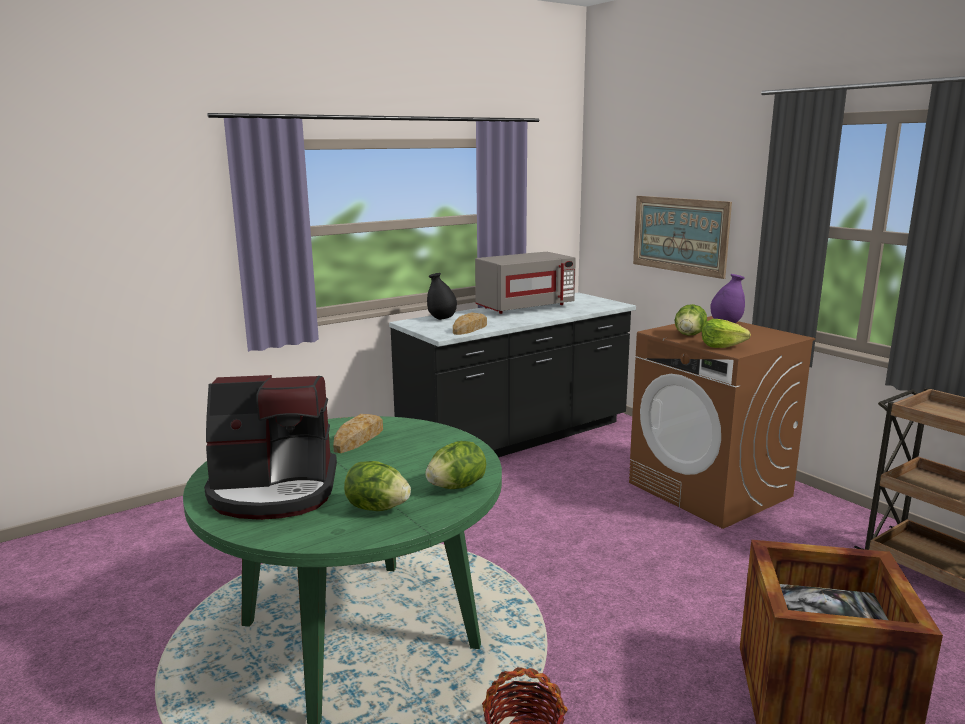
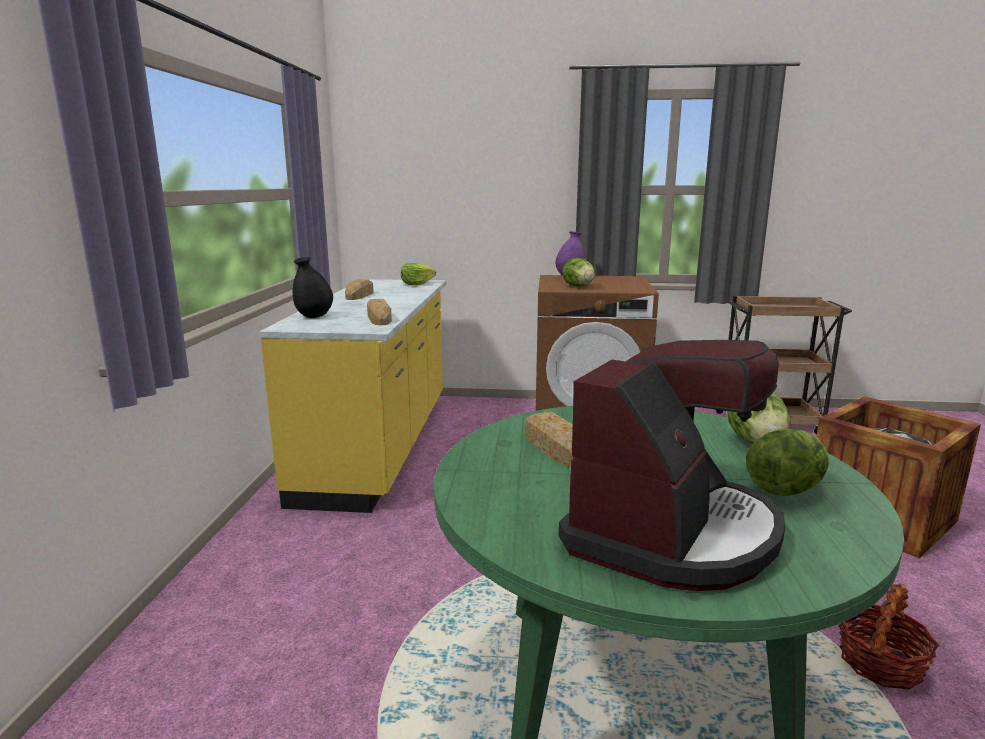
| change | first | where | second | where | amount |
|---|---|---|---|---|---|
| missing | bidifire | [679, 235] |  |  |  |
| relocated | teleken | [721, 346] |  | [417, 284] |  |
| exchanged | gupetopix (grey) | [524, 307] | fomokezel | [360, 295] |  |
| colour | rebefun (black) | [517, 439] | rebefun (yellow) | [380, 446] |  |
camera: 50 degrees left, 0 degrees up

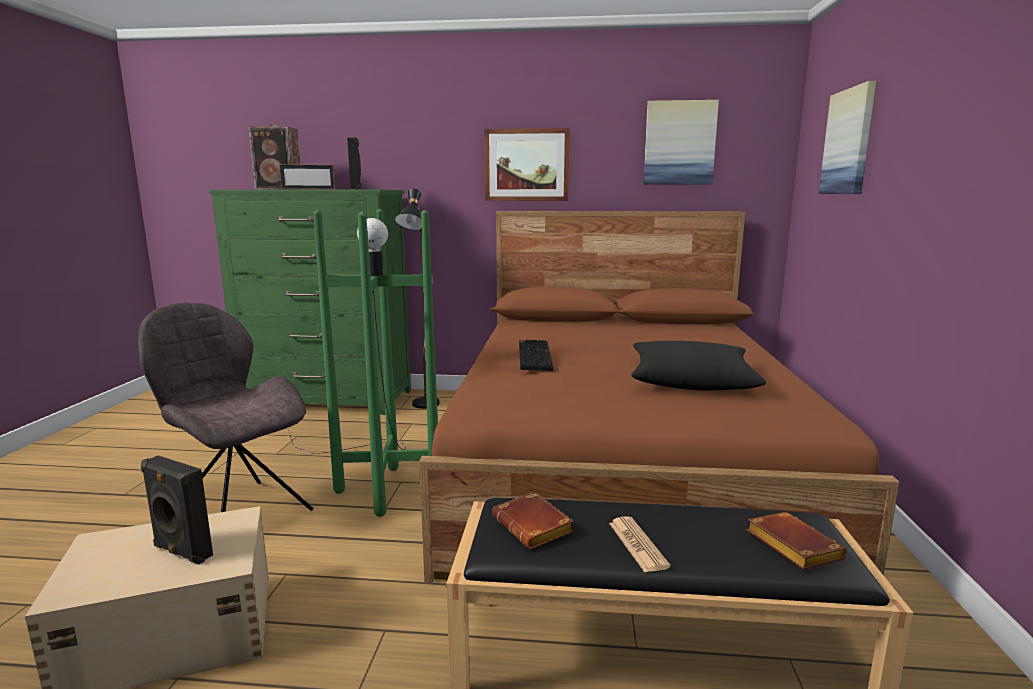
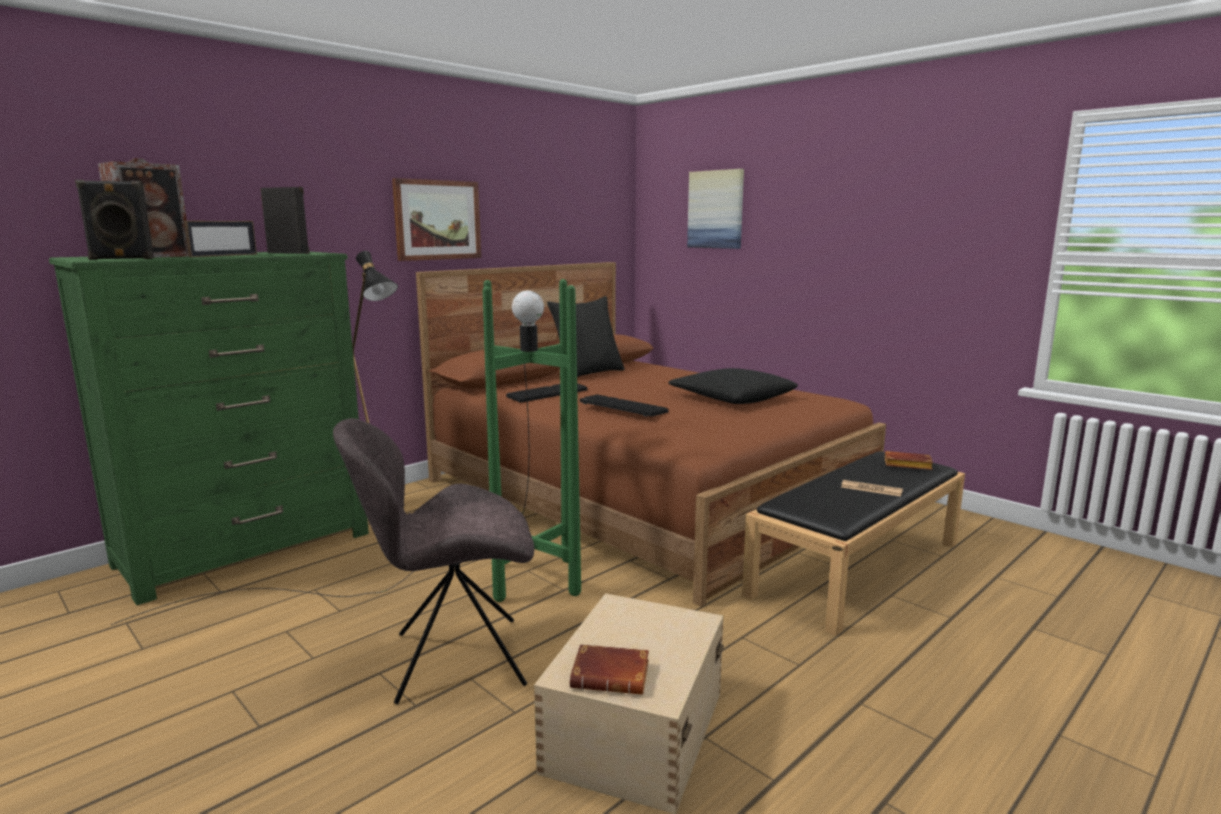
| change | first | where | second | where | amount |
|---|---|---|---|---|---|
| missing | bidifire | [679, 143] |  |  |  |
| appeared |  |  | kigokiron | [547, 393] |  |
| appeared |  |  | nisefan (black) | [588, 374] |  |
| relocated | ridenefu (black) | [181, 552] |  | [121, 259] |  |
| relocated | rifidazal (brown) | [535, 527] |  | [612, 675] |  |
camera: 50 degrees left, 0 degrees up

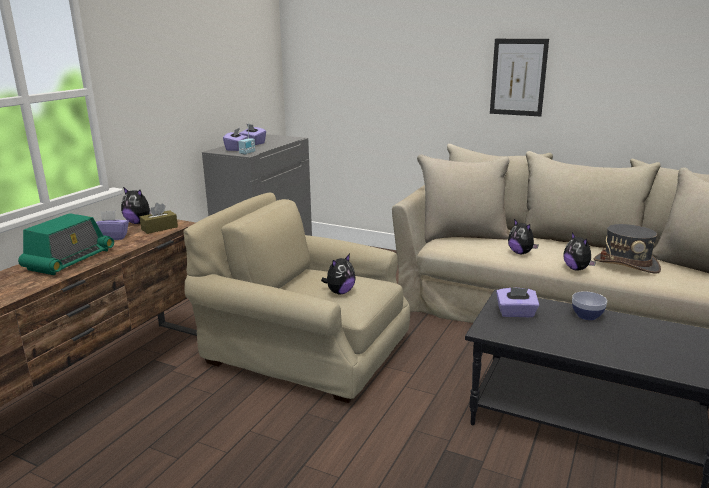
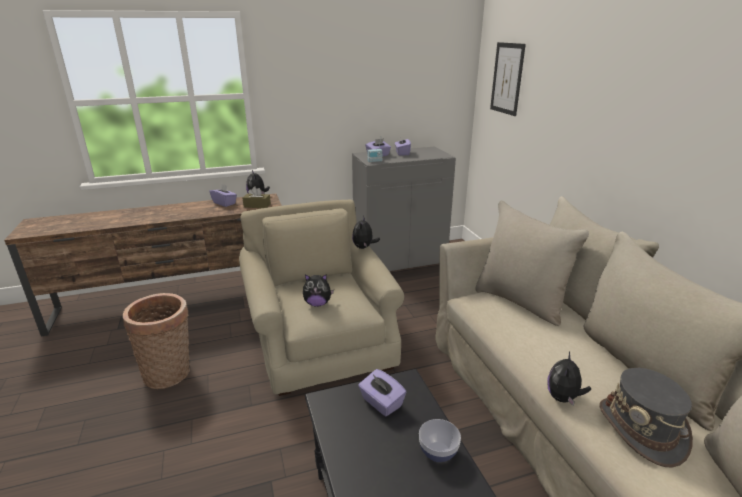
| change | first | where | second | where | amount |
|---|---|---|---|---|---|
| missing | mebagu | [69, 260] |  |  |  |
| appeared |  |  | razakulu | [170, 373] |  |
| relocated | bidifire | [518, 77] |  | [507, 78] |  |
| relocated | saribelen | [520, 253] |  | [364, 247] |  |
camera: 45 degrees right, 5 degrees up

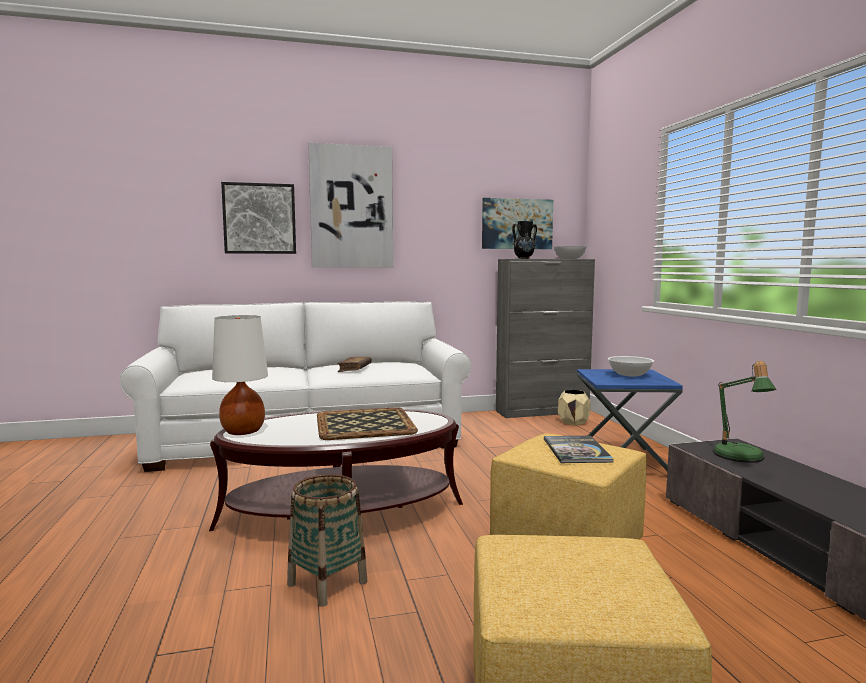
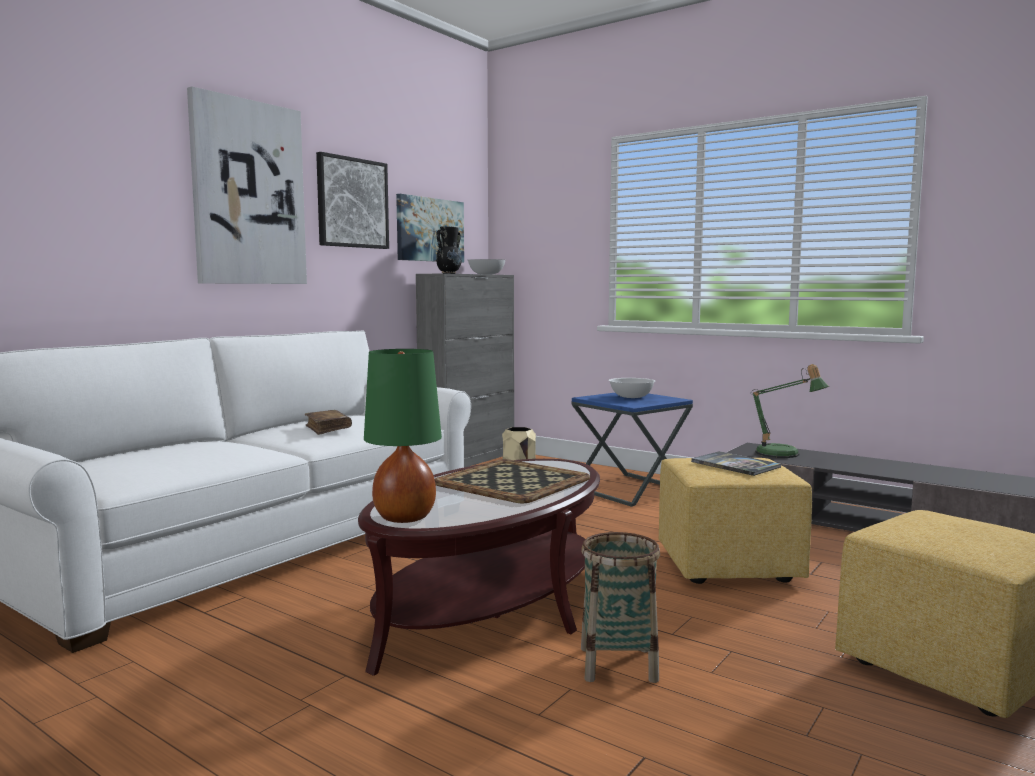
| change | first | where | second | where | amount |
|---|---|---|---|---|---|
| relocated | bidifire | [259, 218] |  | [352, 203] |  |
| colour | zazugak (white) | [243, 431] | zazugak (green) | [405, 517] |  |
camera: 40 degrees left, 0 degrees up

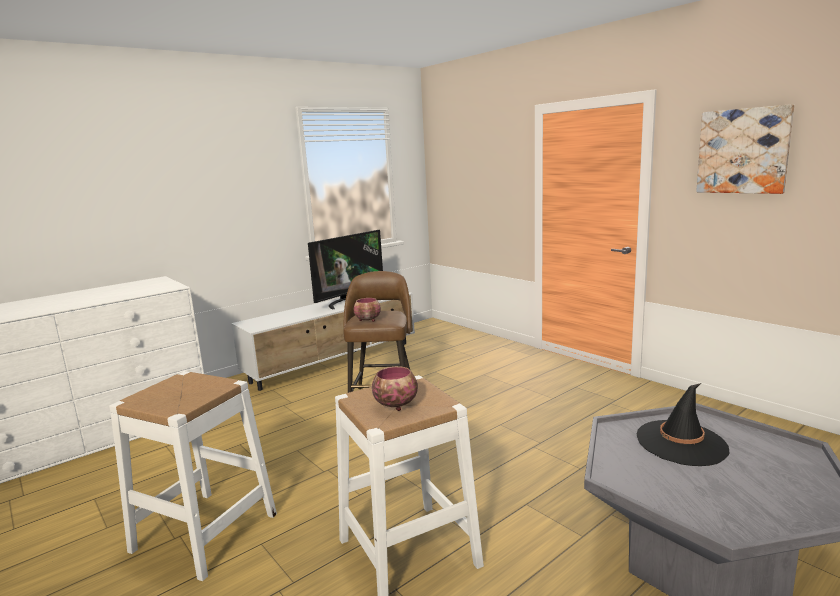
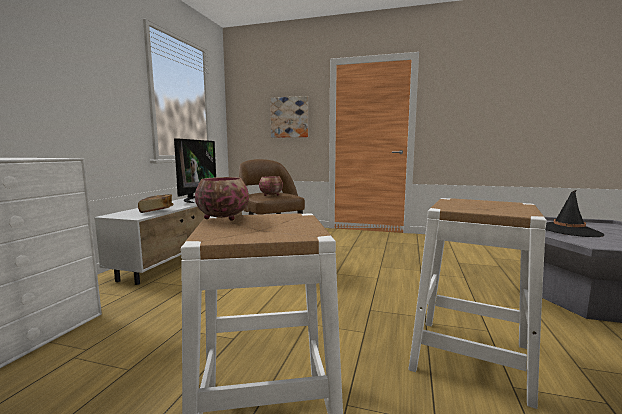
| change | first | where | second | where | amount |
|---|---|---|---|---|---|
| appeared |  |  | rifidazal | [157, 211] |  |
| relocated | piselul | [396, 405] |  | [223, 218] |  |
| relocated | bidifire | [743, 151] |  | [289, 117] |  |
camera: 35 degrees left, 5 degrees down

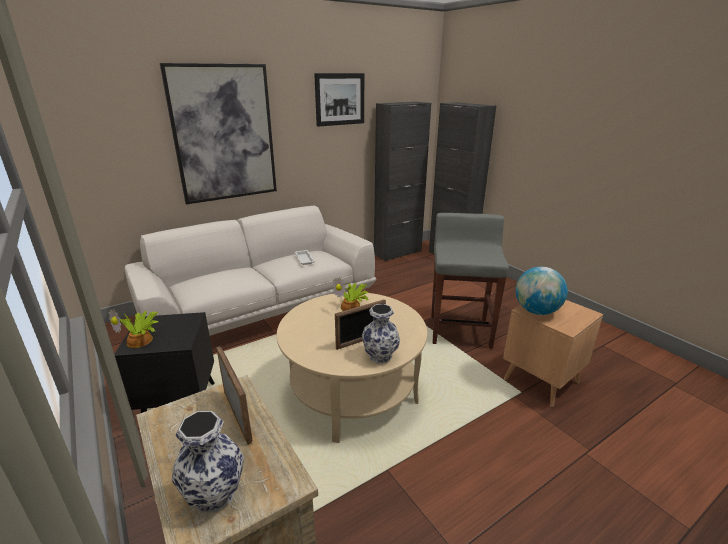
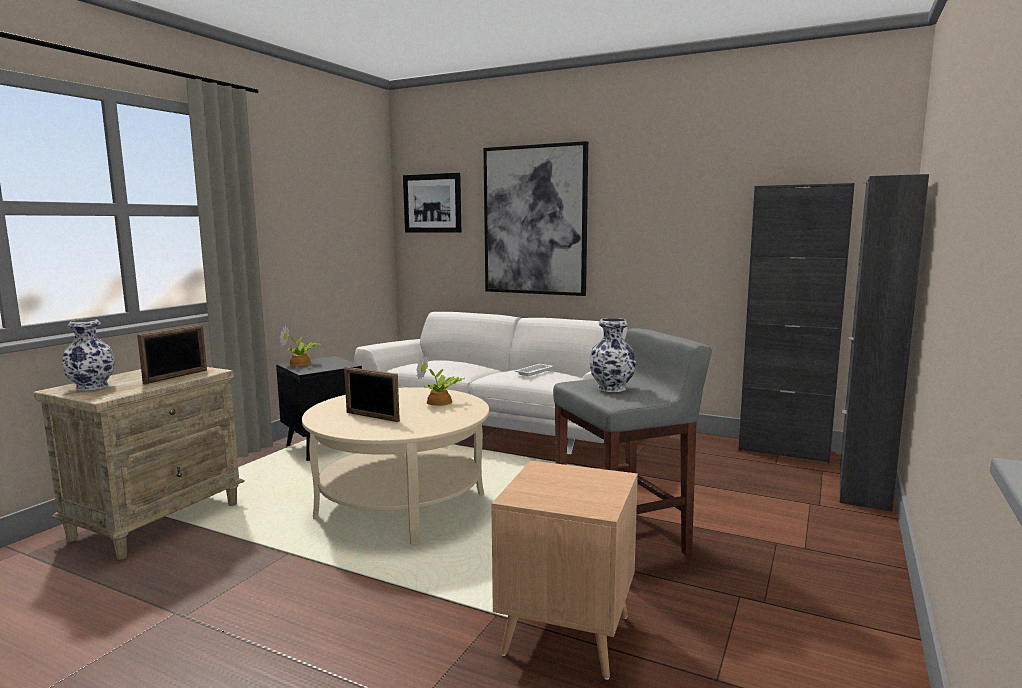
| change | first | where | second | where | amount |
|---|---|---|---|---|---|
| missing | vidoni | [536, 311] |  |  |  |
| relocated | bidifire | [340, 99] |  | [432, 203] |  |
| relocated | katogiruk | [381, 356] |  | [611, 388] |  |
camera: 60 degrees right, 15 degrees down

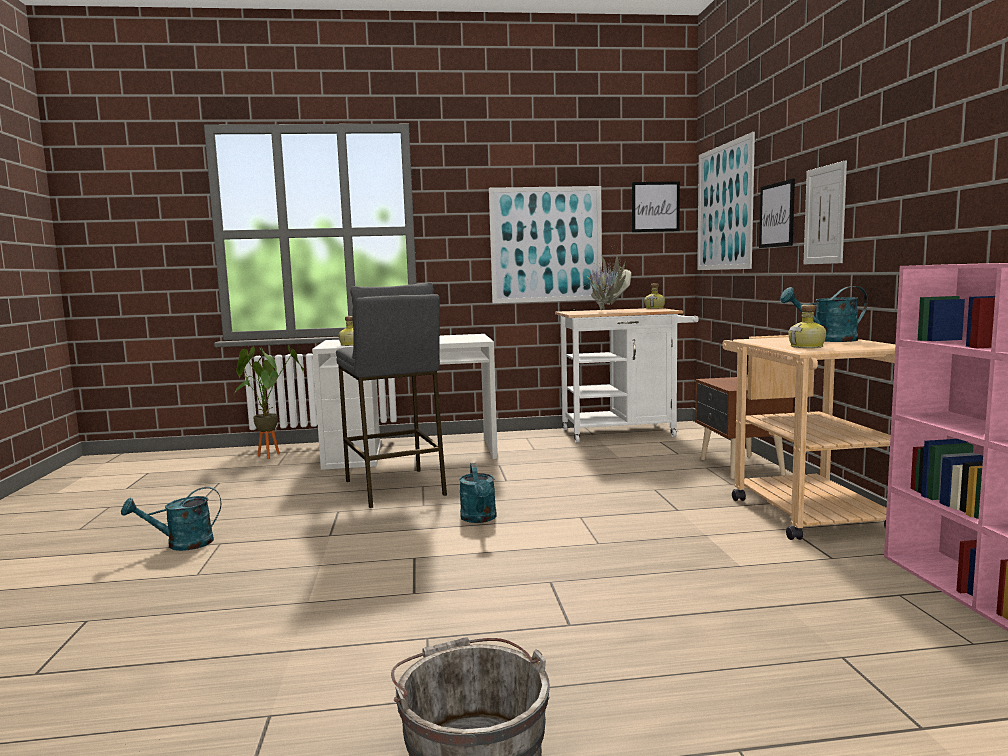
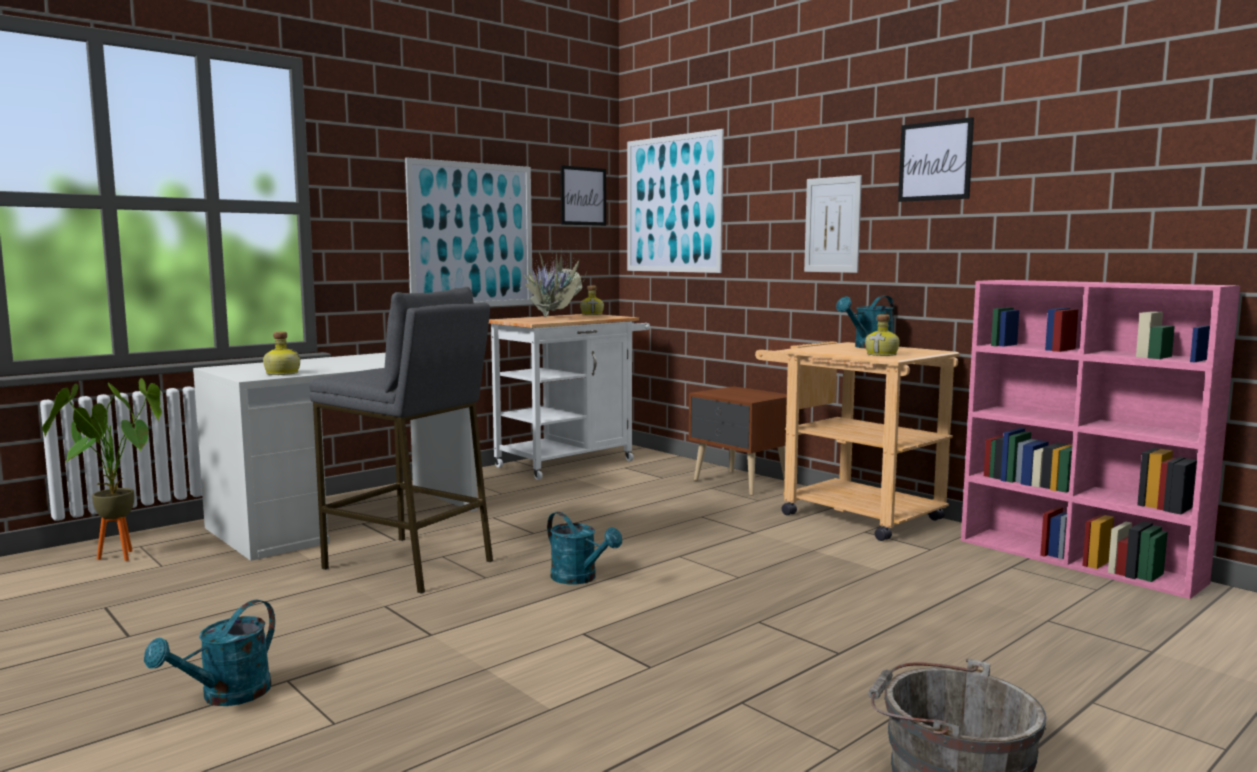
| change | first | where | second | where | amount |
|---|---|---|---|---|---|
| relocated | bidifire | [777, 215] |  | [935, 161] |  |
camera: 35 degrees left, 0 degrees up

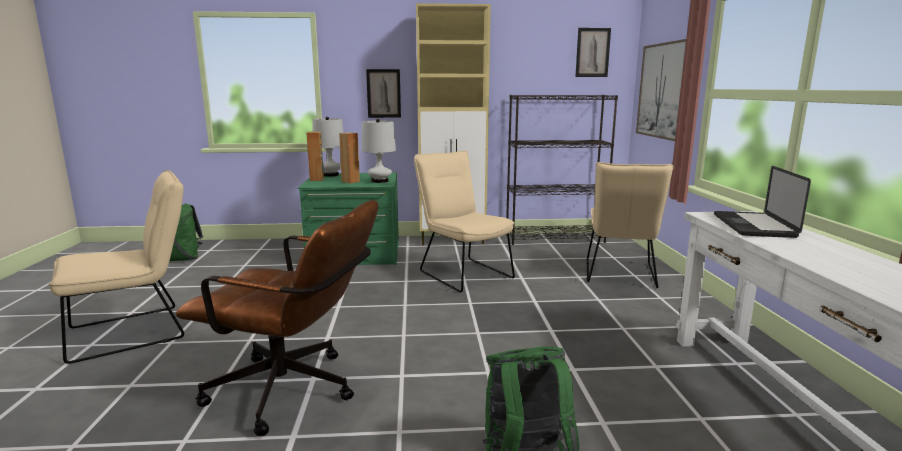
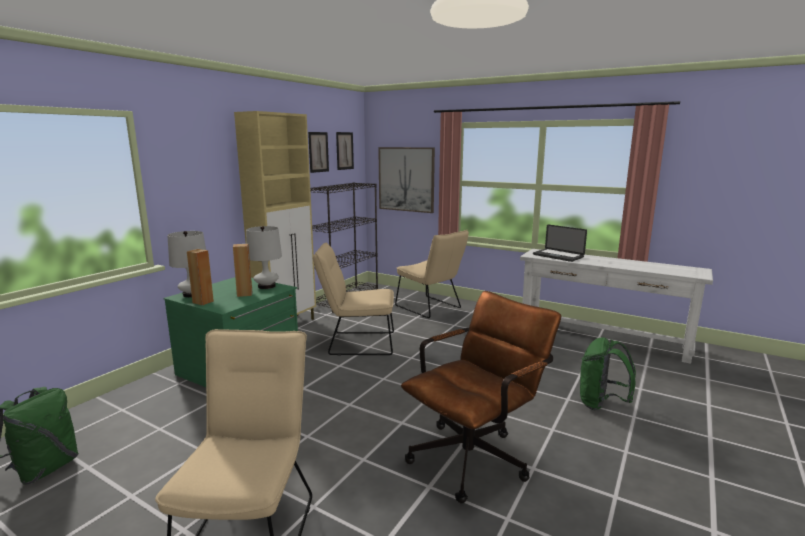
| change | first | where | second | where | amount |
|---|---|---|---|---|---|
| relocated | bidifire | [383, 93] |  | [318, 152] |  |
camera: 55 degrees left, 0 degrees up

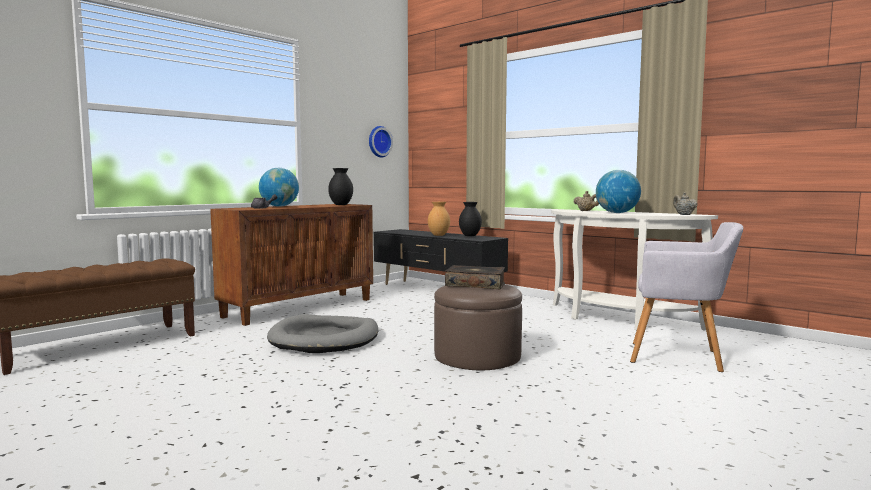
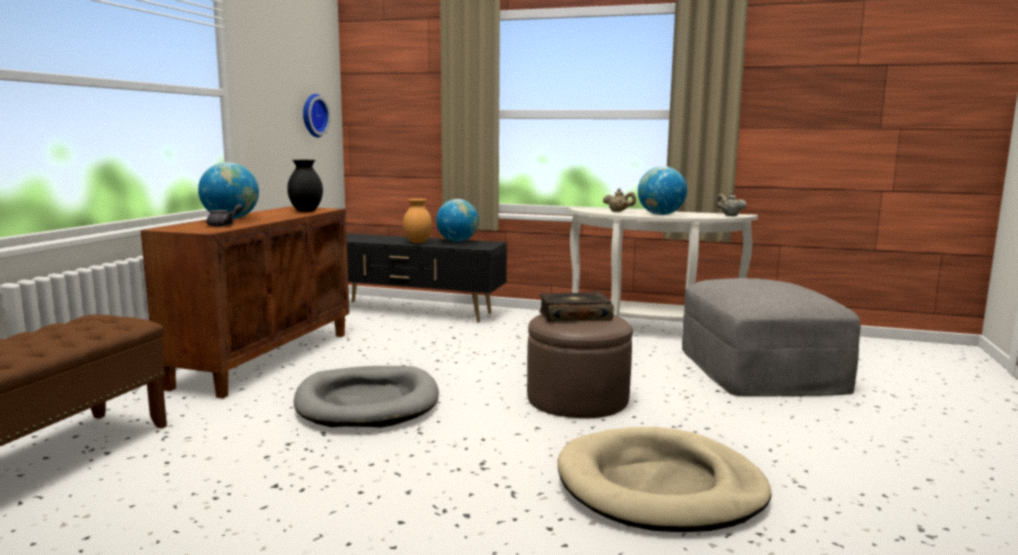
| change | first | where | second | where | amount |
|---|---|---|---|---|---|
| appeared |  |  | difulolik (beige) | [660, 487] |  |
| exchanged | katogiruk (black) | [470, 236] | vidoni | [457, 241] |  |
| exchanged | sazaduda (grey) | [680, 357] | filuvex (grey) | [760, 369] |  |
camera: 25 degrees left, 5 degrees up

